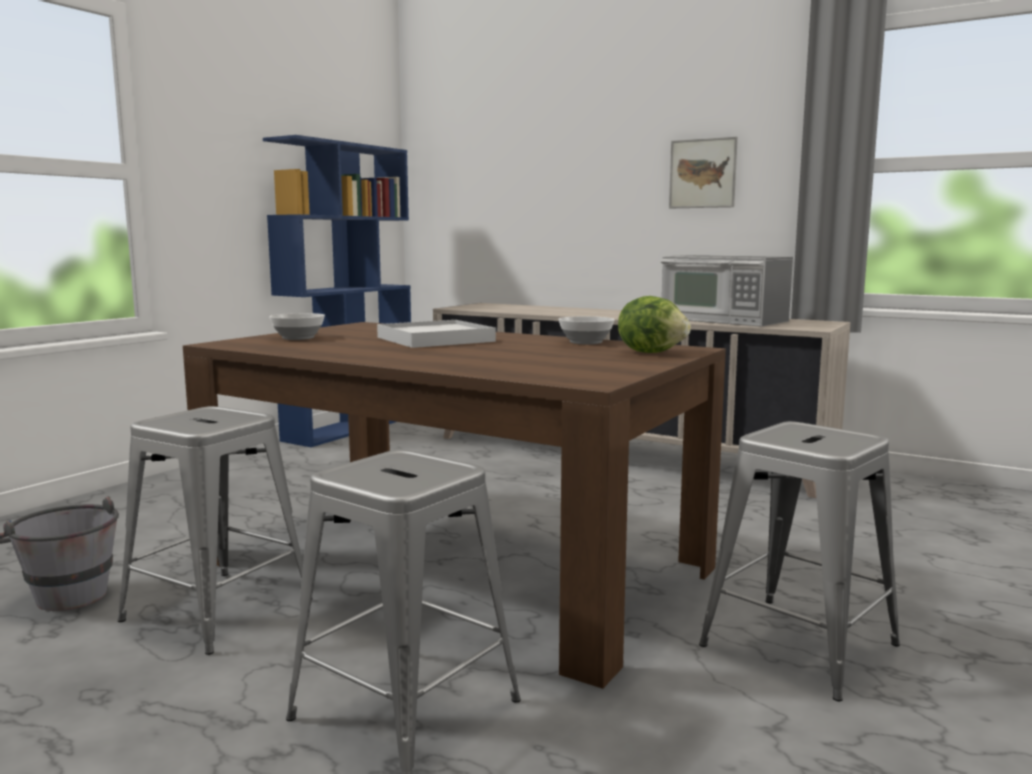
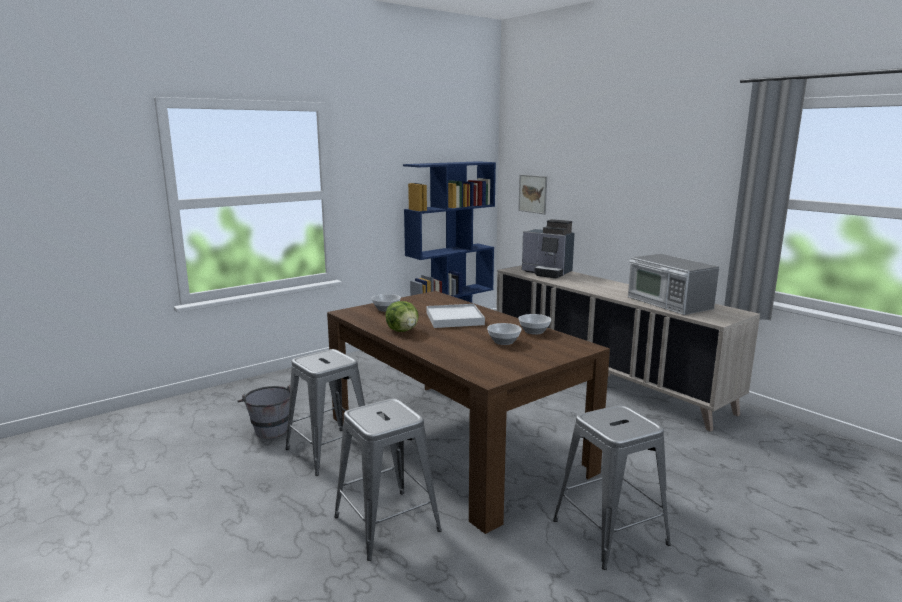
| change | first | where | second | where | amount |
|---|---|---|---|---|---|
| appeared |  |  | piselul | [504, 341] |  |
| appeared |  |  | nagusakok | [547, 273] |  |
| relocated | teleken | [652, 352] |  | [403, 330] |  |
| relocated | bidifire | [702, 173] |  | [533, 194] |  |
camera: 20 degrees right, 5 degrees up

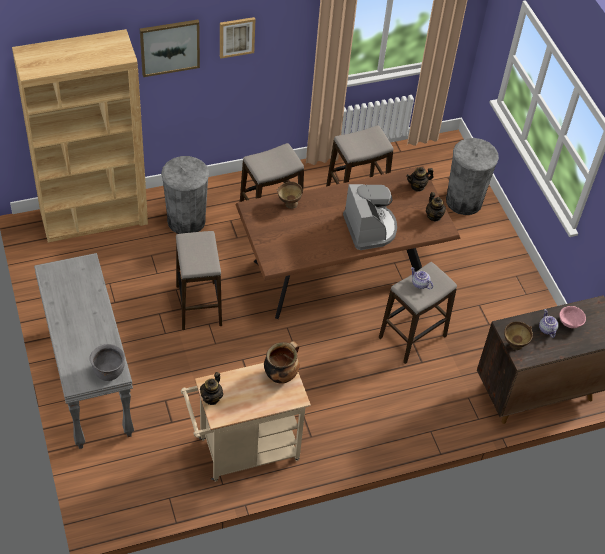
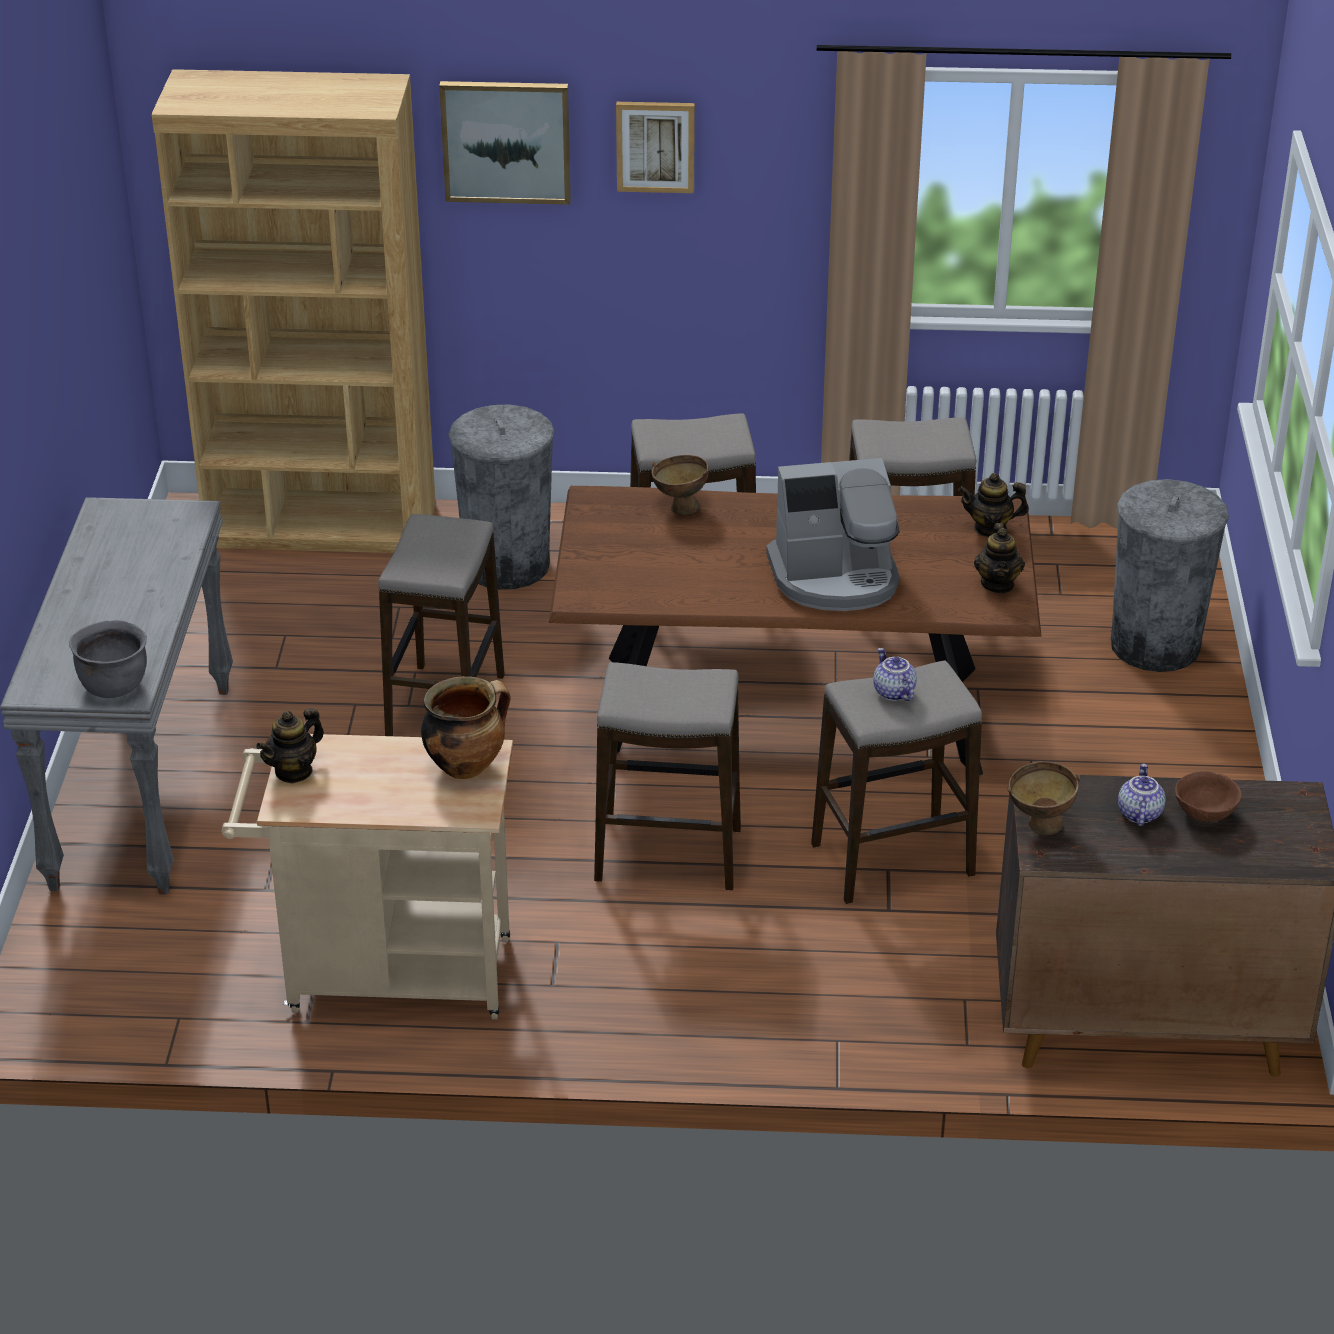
| change | first | where | second | where | amount |
|---|---|---|---|---|---|
| appeared |  |  | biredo | [668, 856] |  |
| colour | piselul (pink) | [570, 323] | piselul (brown) | [1205, 814] |  |
| spun | nagusakok | [370, 228] |  | [835, 578] | 75 degrees clockwise |
camera: 25 degrees right, 15 degrees down

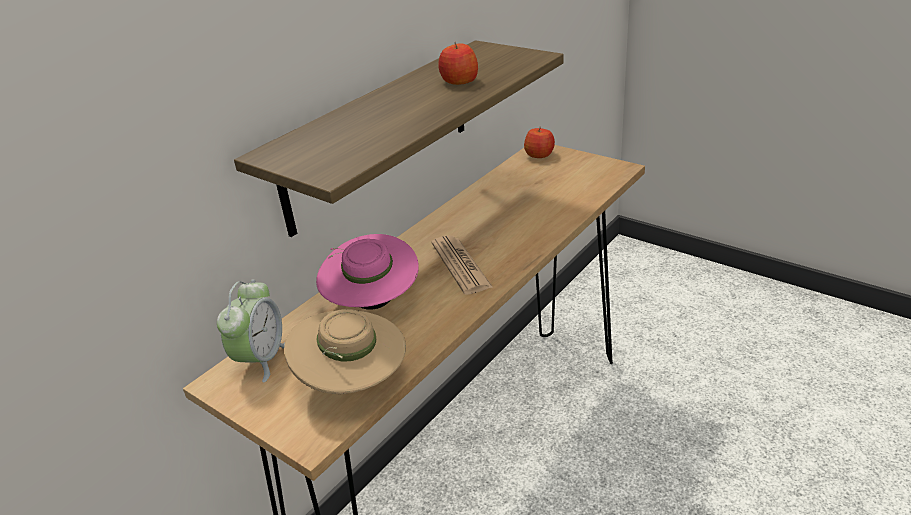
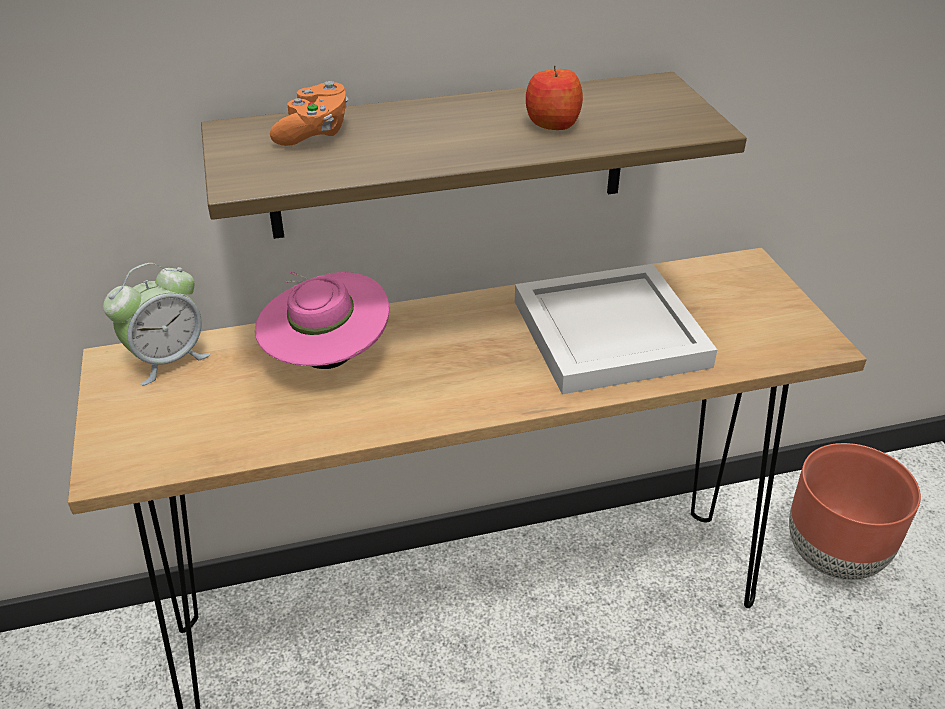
| change | first | where | second | where | amount |
|---|---|---|---|---|---|
| missing | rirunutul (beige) | [353, 382] |  |  |  |
| missing | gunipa | [460, 265] |  |  |  |
| missing | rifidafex | [539, 155] |  |  |  |
| appeared |  |  | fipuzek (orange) | [314, 132] |  |
| appeared |  |  | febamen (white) | [611, 331] |  |
| appeared |  |  | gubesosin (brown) | [834, 555] |  |
camera: 35 degrees right, 5 degrees up

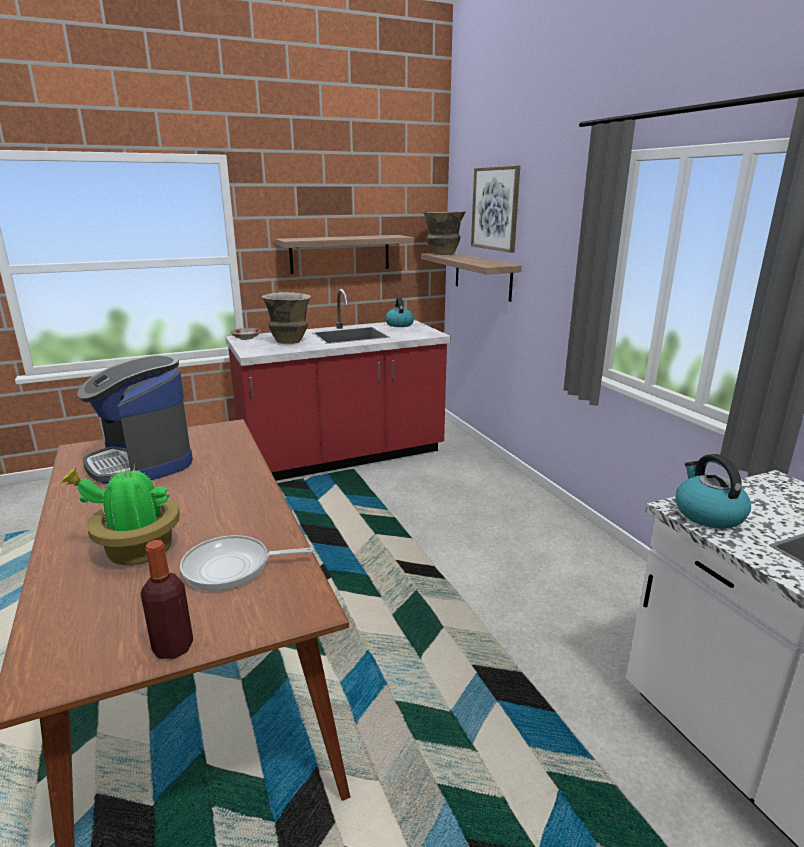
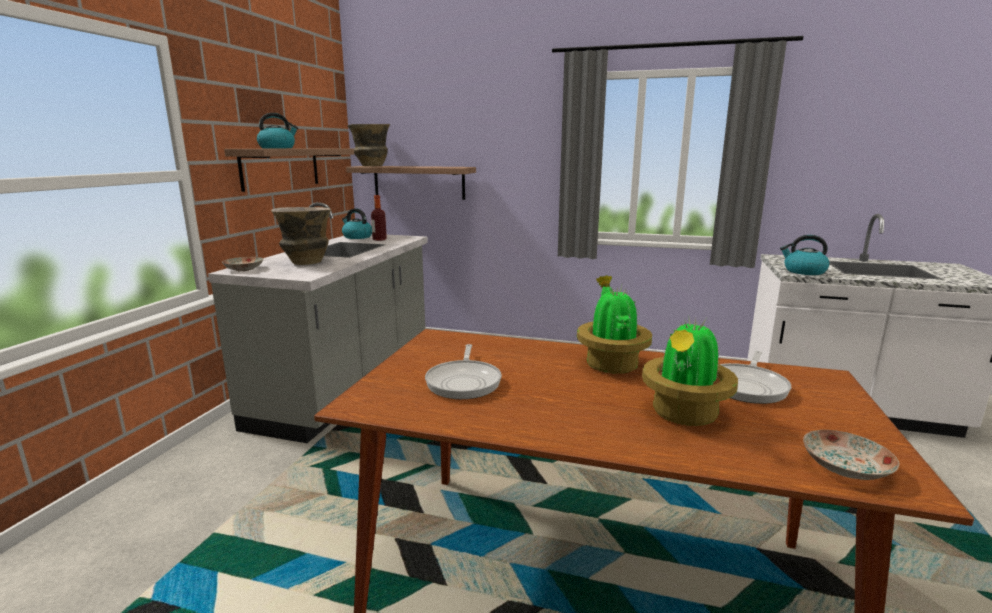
| change | first | where | second | where | amount |
|---|---|---|---|---|---|
| missing | bidifire | [495, 208] |  |  |  |
| appeared |  |  | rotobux | [277, 148] |  |
| appeared |  |  | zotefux | [610, 364] |  |
| appeared |  |  | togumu | [844, 468] |  |
| relocated | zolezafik | [173, 647] |  | [379, 239] |  |
| exchanged | nagusakok | [142, 462] | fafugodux | [464, 382] |  |
| colour | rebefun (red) | [343, 457] | rebefun (grey) | [348, 386] |  |
camera: 50 degrees left, 5 degrees down

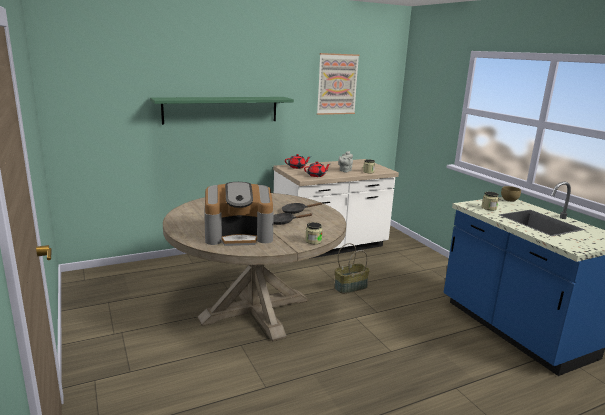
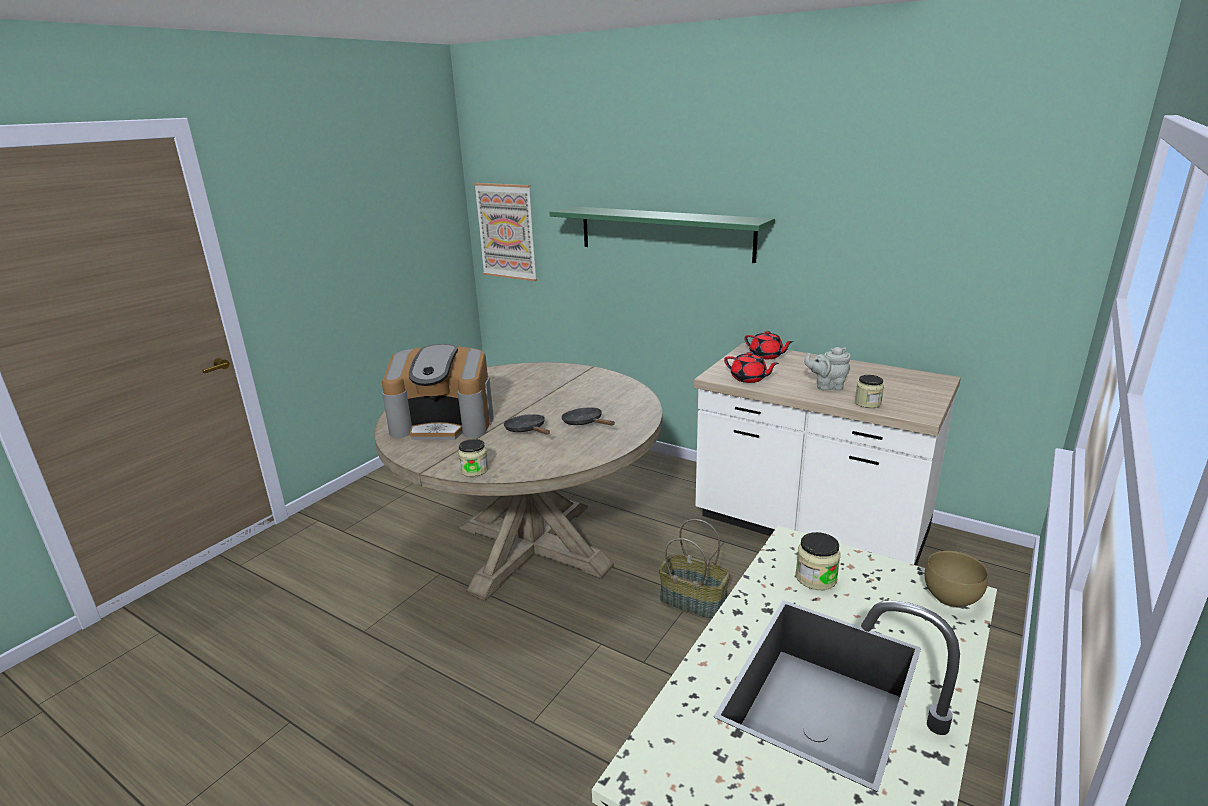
| change | first | where | second | where | amount |
|---|---|---|---|---|---|
| relocated | bidifire | [337, 84] |  | [506, 231] |  |
| spun | nagusakok | [239, 235] |  | [444, 423] | 45 degrees counterclockwise |
camera: 60 degrees right, 5 degrees up

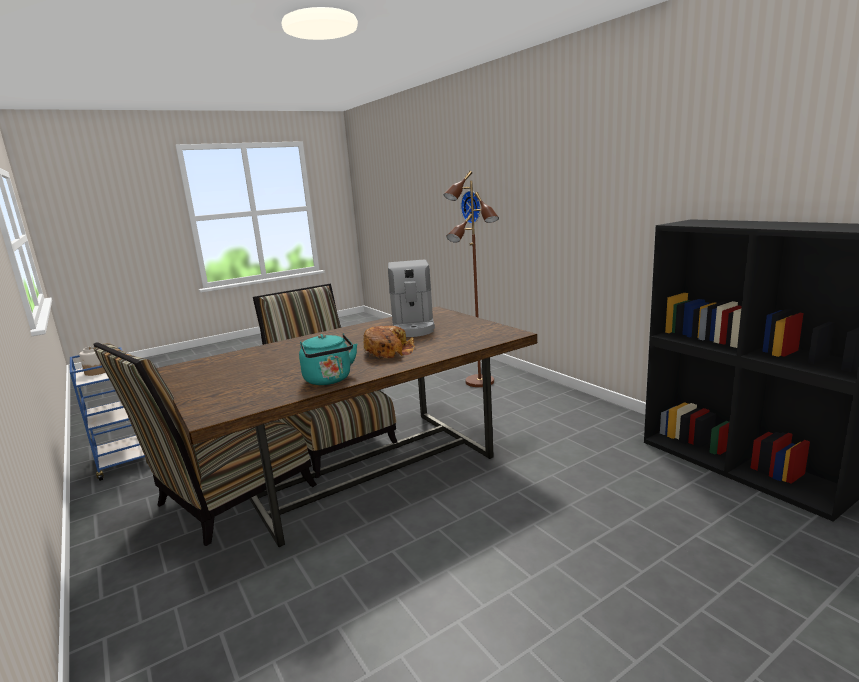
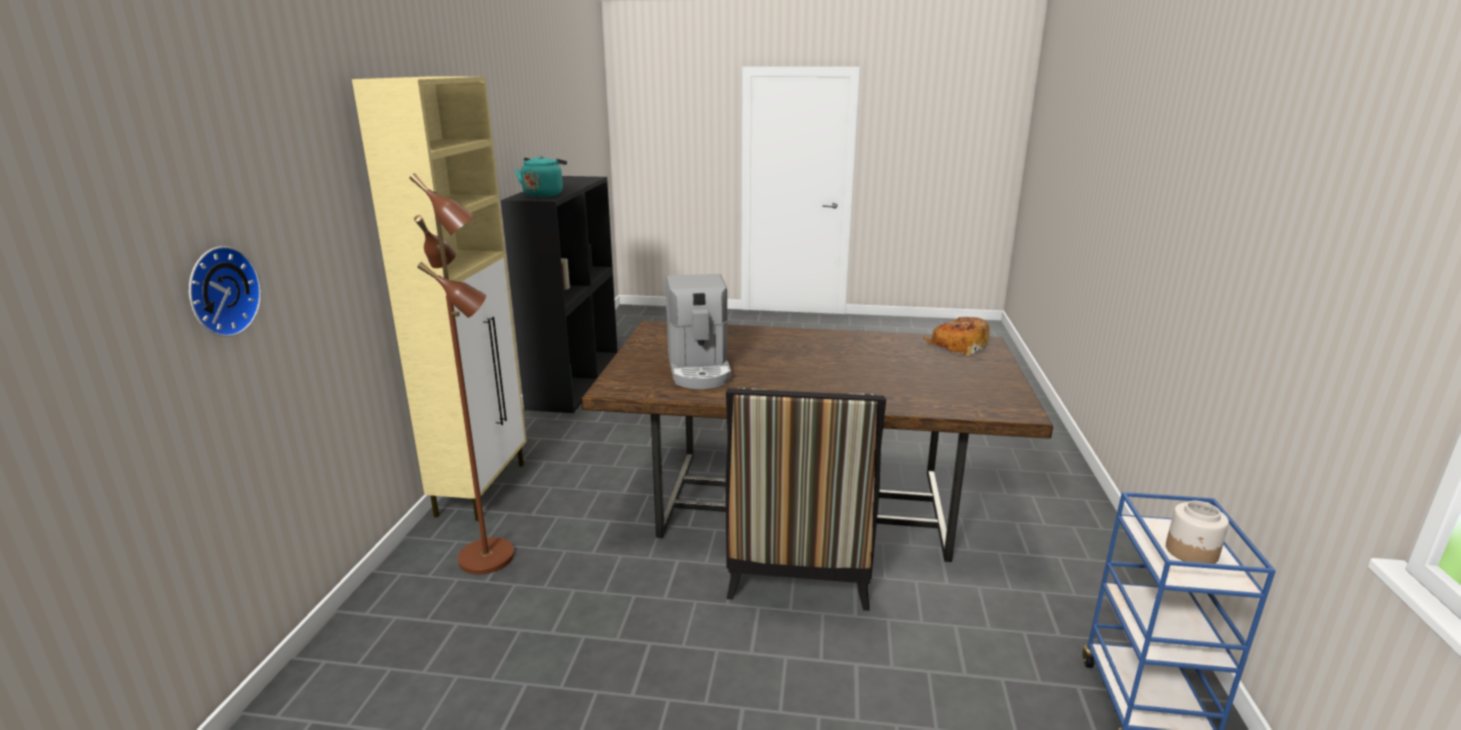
| change | first | where | second | where | amount |
|---|---|---|---|---|---|
| missing | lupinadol | [228, 499] |  |  |  |
| appeared |  |  | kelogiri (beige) | [482, 488] |  |
| relocated | rotobux (turquoise) | [329, 380] |  | [544, 194] |  |
| relocated | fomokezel | [389, 351] |  | [957, 345] |  |
| spun | nagusakok | [413, 327] |  | [699, 369] | 135 degrees clockwise |
camera: 140 degrees left, 5 degrees up

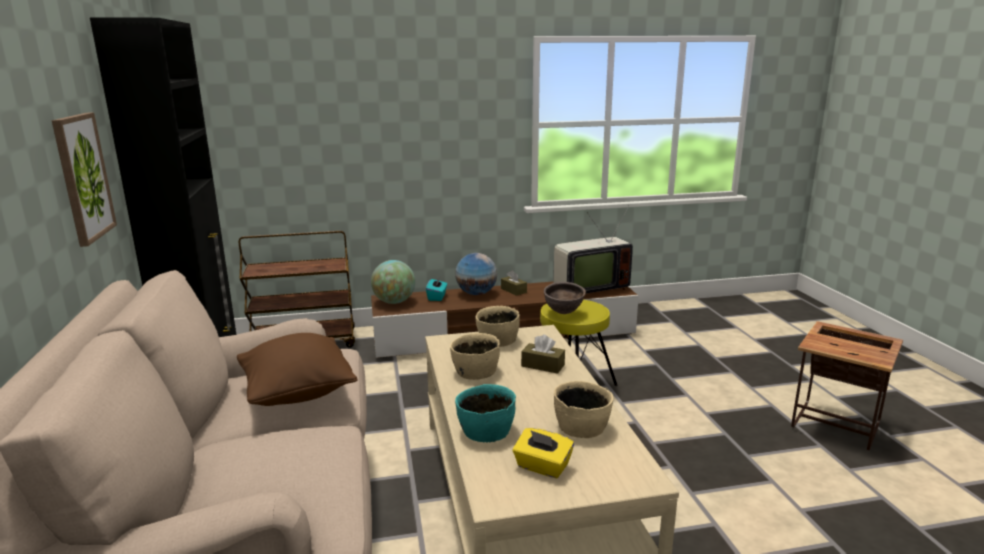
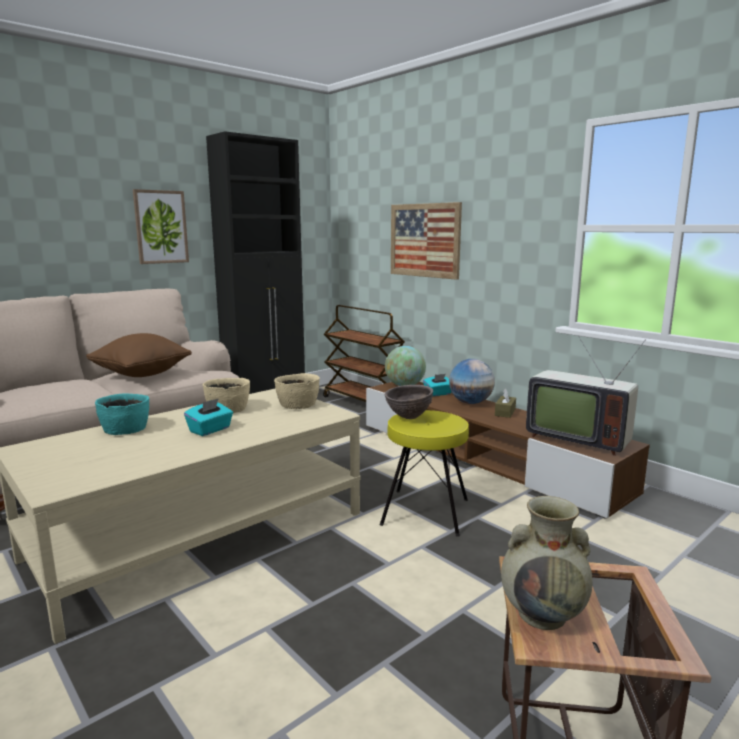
| change | first | where | second | where | amount |
|---|---|---|---|---|---|
| missing | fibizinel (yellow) | [542, 467] |  |  |  |
| missing | fibizinel (brown) | [543, 365] |  |  |  |
| missing | piselul (beige) | [581, 426] |  |  |  |
| appeared |  |  | fibizinel (turquoise) | [210, 430] |  |
| appeared |  |  | bidifire | [424, 240] |  |
| appeared |  |  | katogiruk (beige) | [543, 614] |  |
camera: 60 degrees right, 5 degrees down

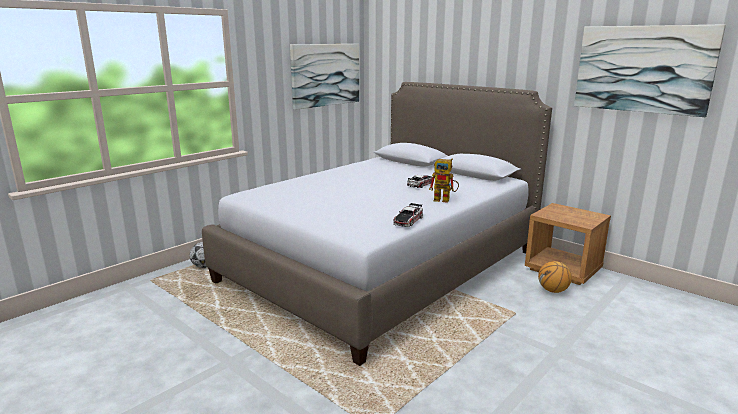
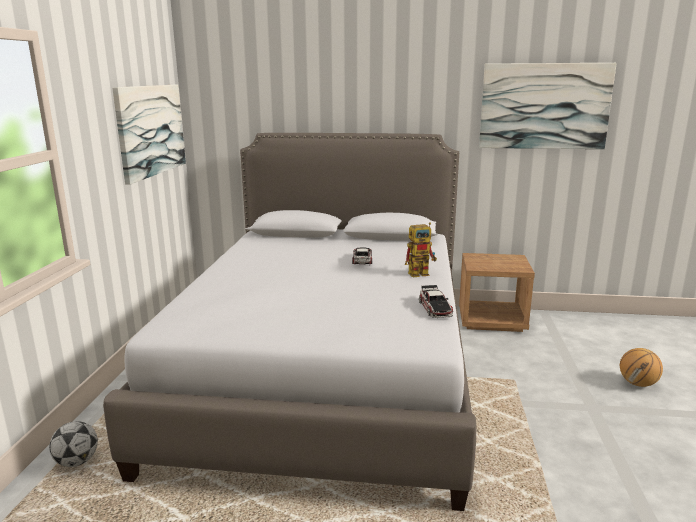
| change | first | where | second | where | amount |
|---|---|---|---|---|---|
| relocated | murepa | [553, 291] |  | [638, 384] |  |
camera: 35 degrees left, 0 degrees up

